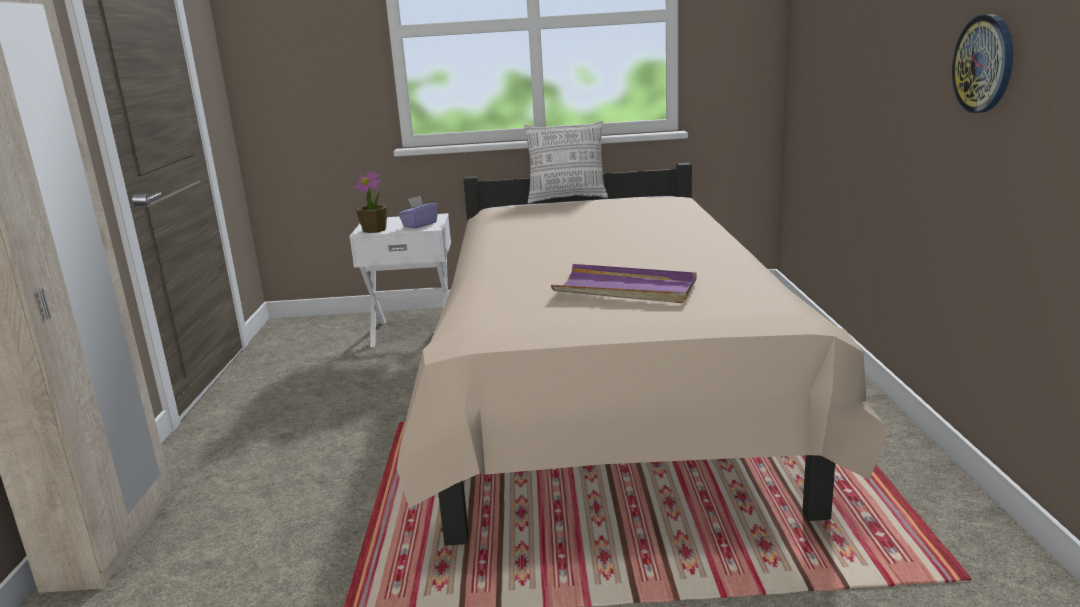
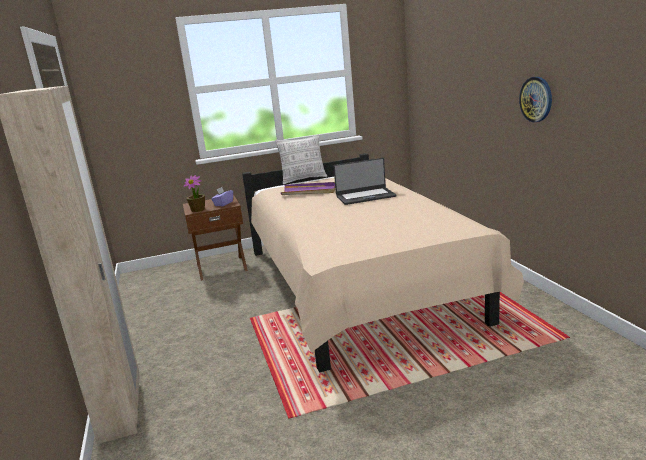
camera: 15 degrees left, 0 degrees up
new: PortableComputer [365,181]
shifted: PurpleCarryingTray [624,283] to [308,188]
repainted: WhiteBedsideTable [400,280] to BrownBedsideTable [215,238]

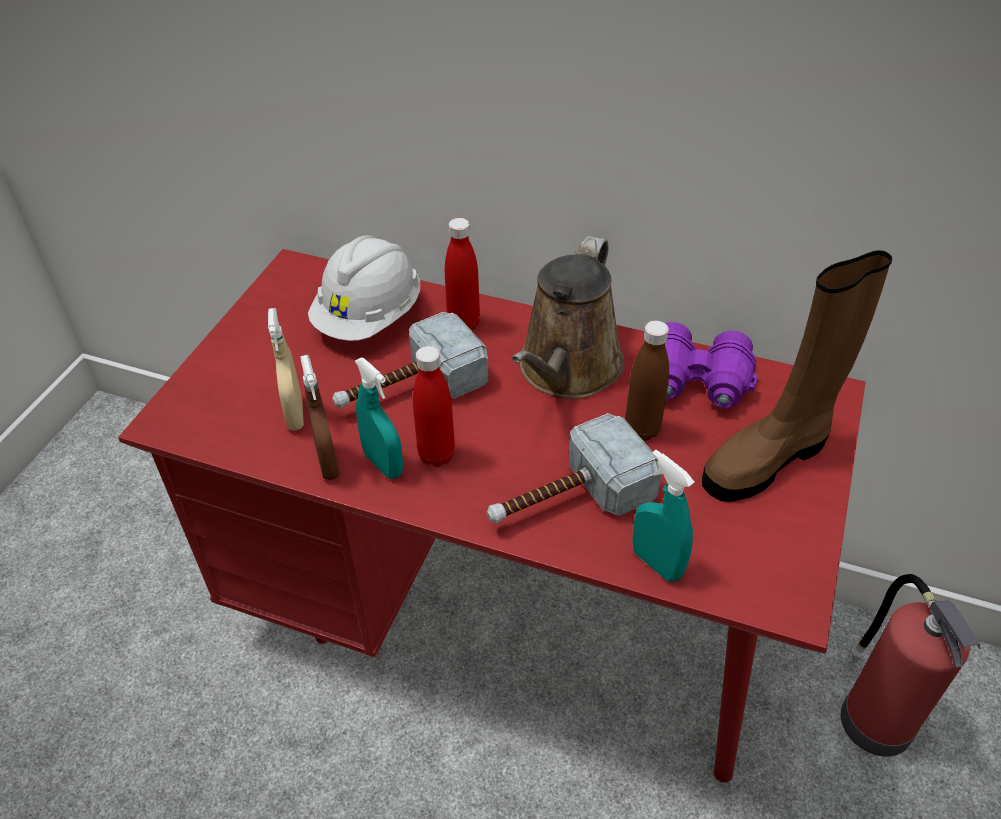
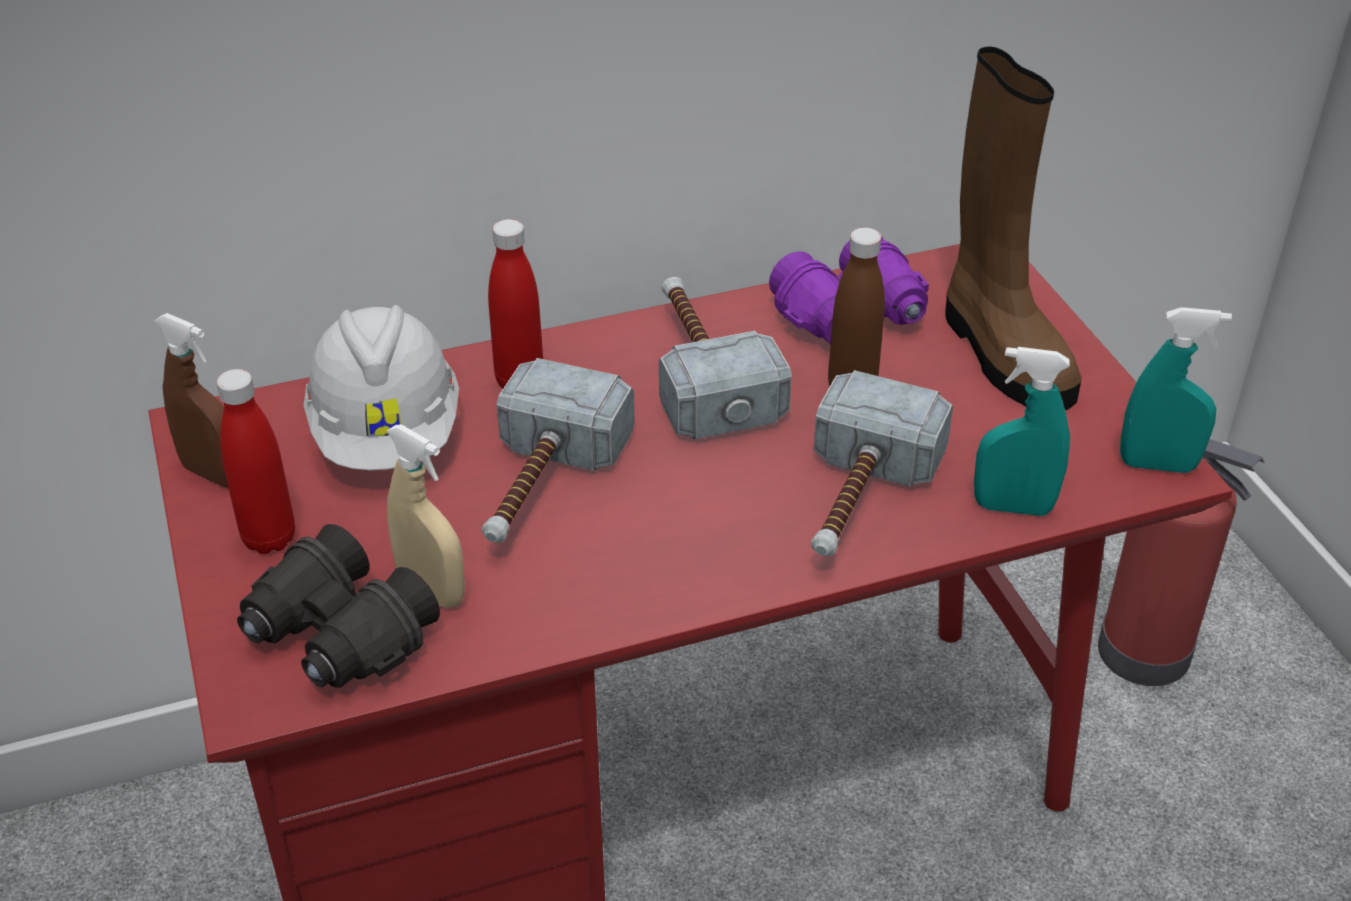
camera: 40 degrees left, 5 degrees down
new: BlackPairOfBinoculars [338,606]
shifted: BrownSprayBottle [320,417] to [191,400]; TurquoiseSprayBottle [379,418] to [1176,390]; RedDrinkBottle [434,406] to [255,461]
swapped: BrownSprinklingCan [568,317] to HandHammer [725,358]
rotated: BrownTallBoot [797,376] = [1013,228] 45 degrees counterclockwise

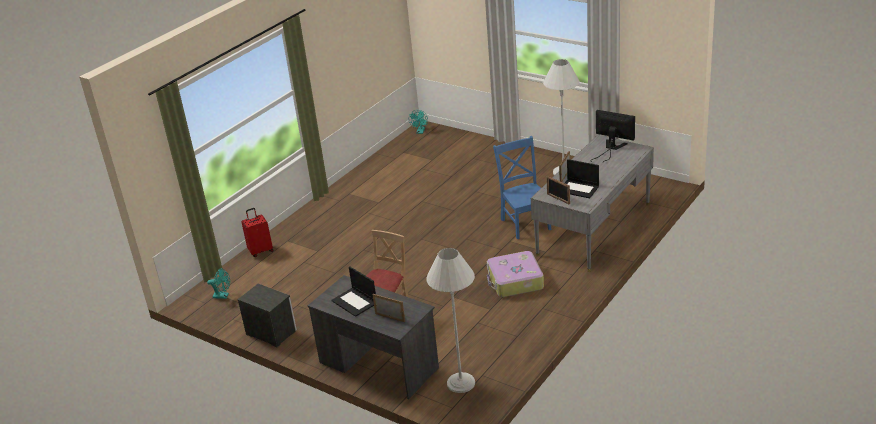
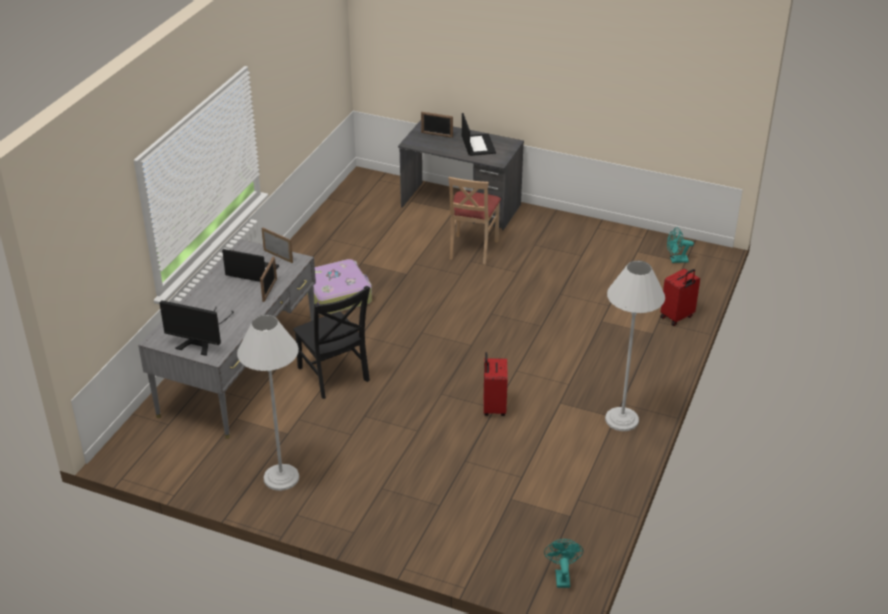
camera: 165 degrees right, 5 degrees up
gone: BedsideTable [267,315]
new: RedSuitcase [496,384]
shifted: WhiteFloorLamp [450,320] to [635,345]
repainted: BlueUprightChair [522,187] to BlackUprightChair [331,342]
rotated: PortableComputer [354,291] = [479,134] 45 degrees clockwise

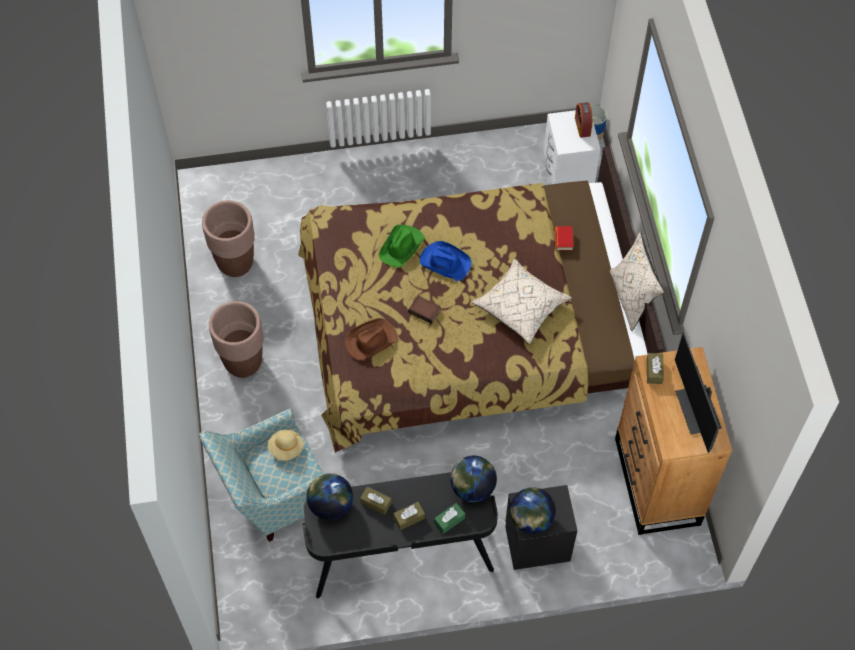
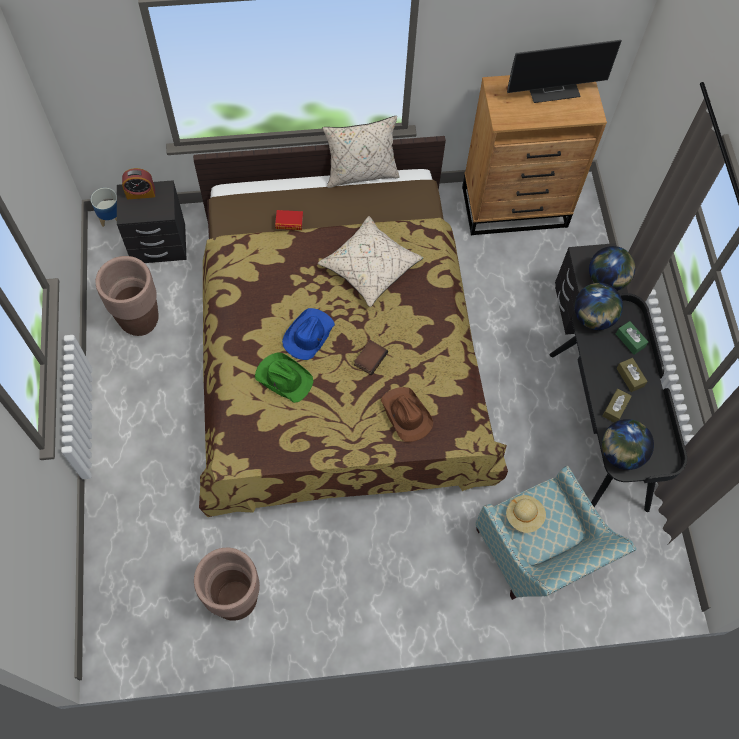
camera: 90 degrees left, 5 degrees up
gone: BrownTissueBox [655,368]
shifted: BrownPlantPot [236,339] to [127,296]
repainted: WhiteBedsideTable [572,147] to BlackBedsideTable [152,221]

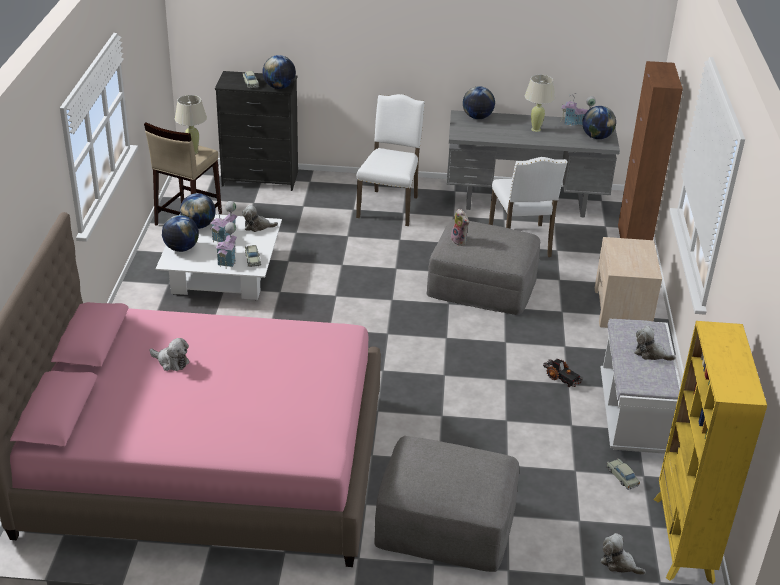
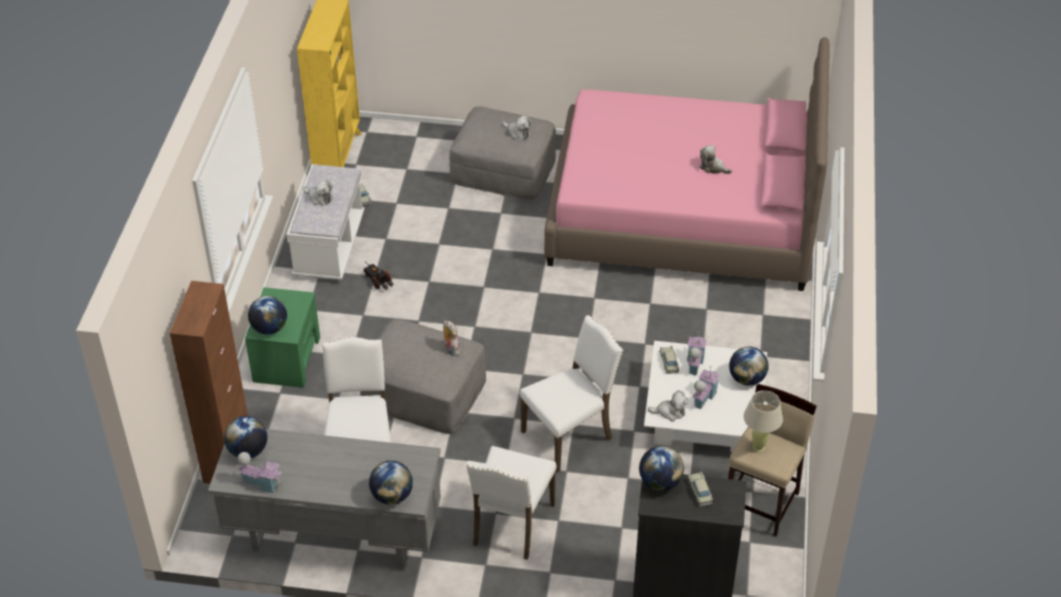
camera: 175 degrees left, 10 degrees up
gone: SandColouredLampForATable [540,103]
new: WhiteUprightChair [571,393]
shifted: DeskGlobe [198,211] to [267,315]; PlushToy [623,554] to [517,127]
repainted: SandColouredBedsideTable [628,282] to GreenColouredBedsideTable [282,337]

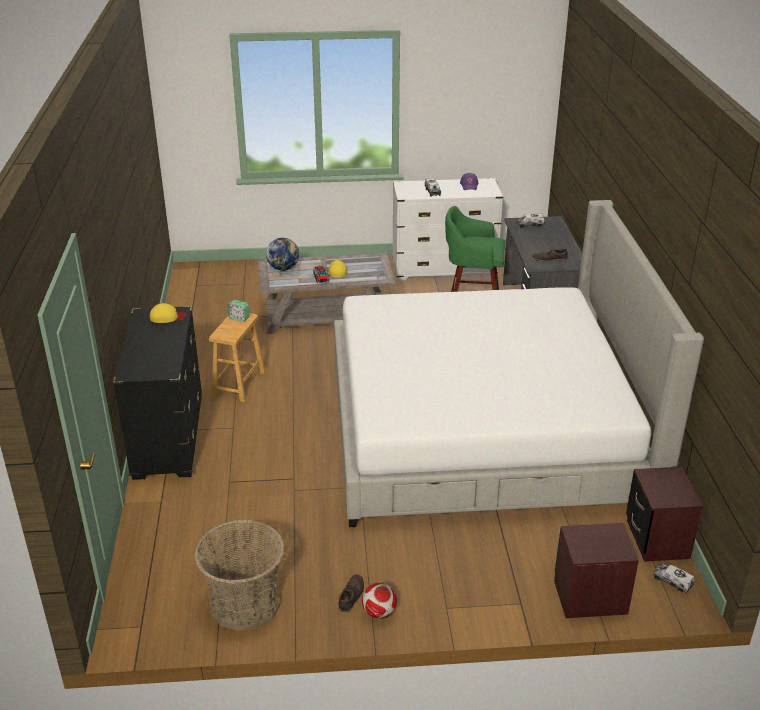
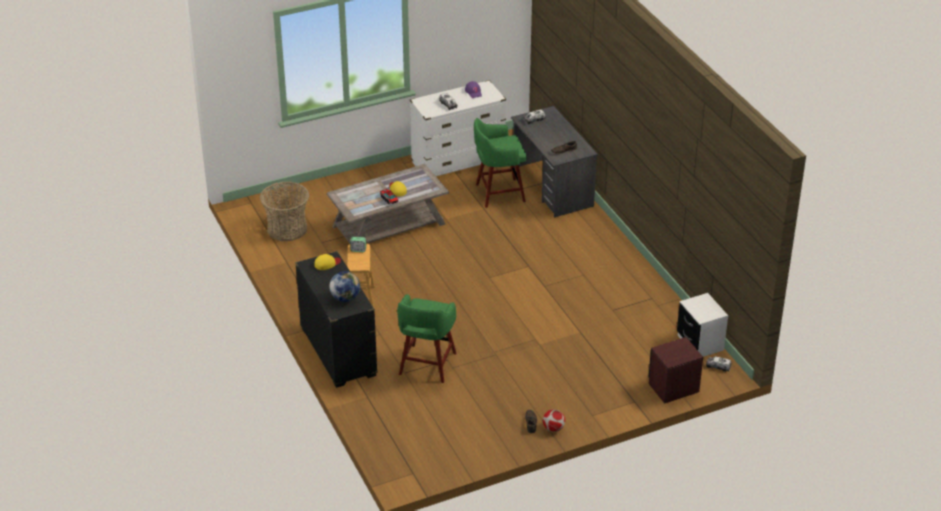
camera: 20 degrees left, 5 degrees up
gone: SleepingBed [519,363]
new: GreenColouredStool [426,338]
shifted: HouseholdBasket [239,575] to [284,211]; DeskGlobe [282,254] to [344,286]
repainted: BrownBedsideTable [664,514] to WhiteBedsideTable [702,325]

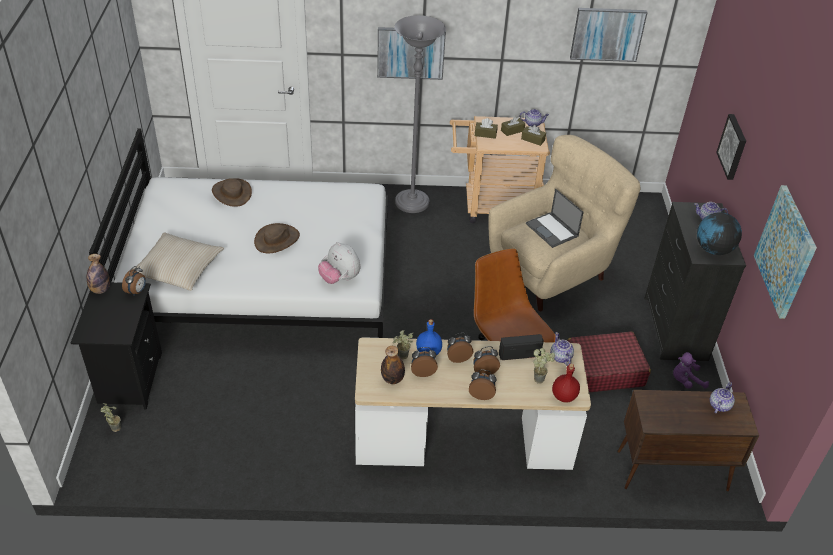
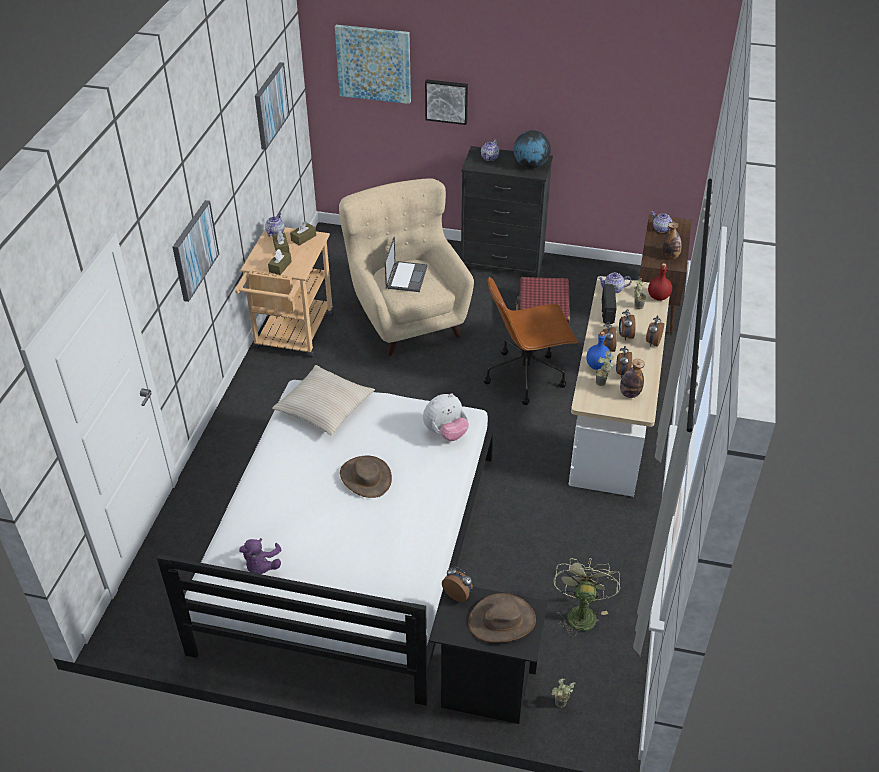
camera: 75 degrees left, 0 degrees up
gone: GrayFloorLamp [420,114]
new: GreenColouredFan [586,597]
shifted: DrinkBottle [98,274] to [672,240]; SandColouredThrowPillow [178,261] to [323,400]; BrownWearableHat [232,192] to [502,618]; PurplePlushToy [691,370] to [260,556]; WallPicture [785,252] to [373,64]
rotated: PortableComputer [555,218] = [406,264] 60 degrees counterclockwise

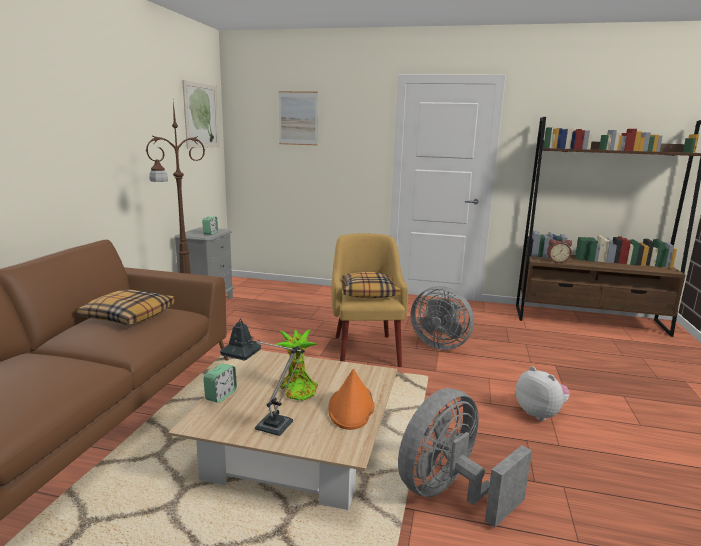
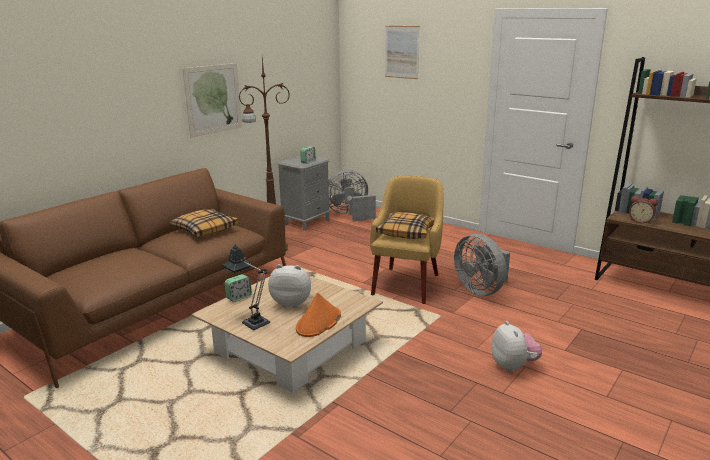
camera: 25 degrees right, 5 degrees up
shifted: WallPicture [200,114] to [212,100]; GrayFan [465,457] to [352,195]
swapped: PottedPlant [297,365] to PlushToy [289,286]

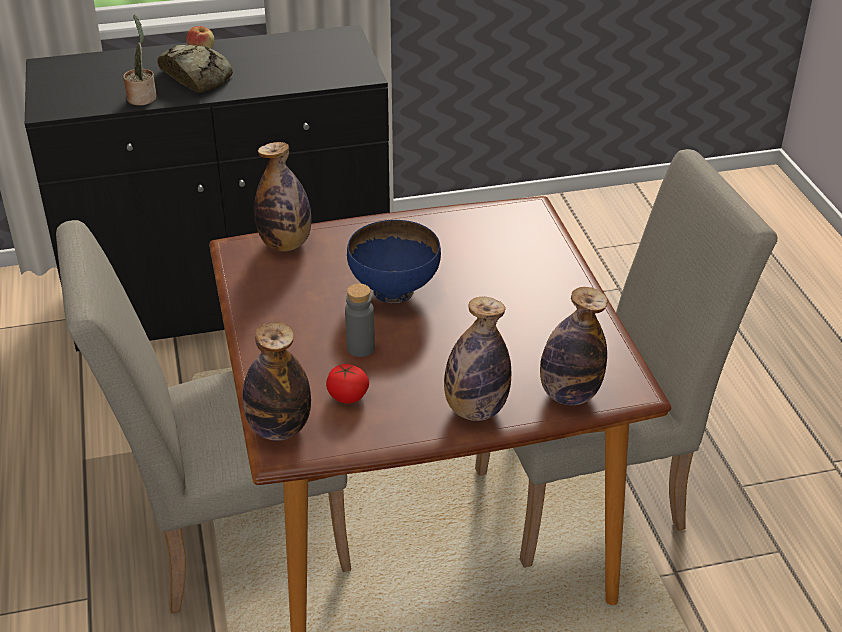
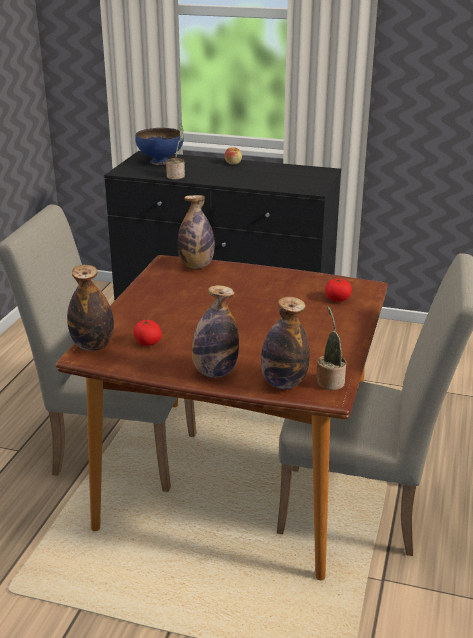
camera: 30 degrees right, 10 degrees down
gone: Bread [195,69]; GrayDrinkBottle [360,320]
new: PottedPlant [331,348]; FreshTomato [338,290]
shifted: BlueBowl [394,261] to [159,146]

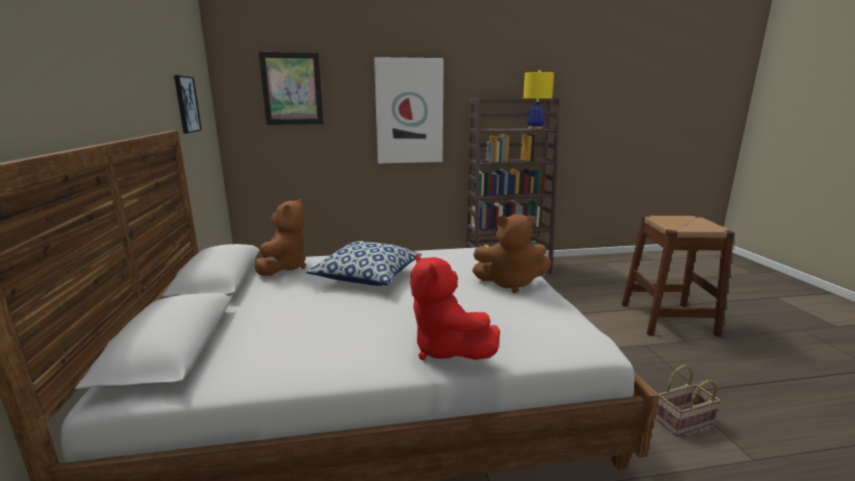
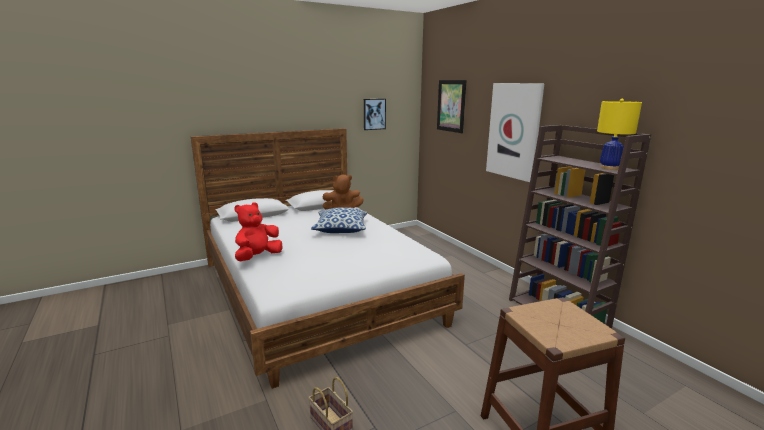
camera: 70 degrees right, 0 degrees up
gone: BrownPlushToy [511,253]

